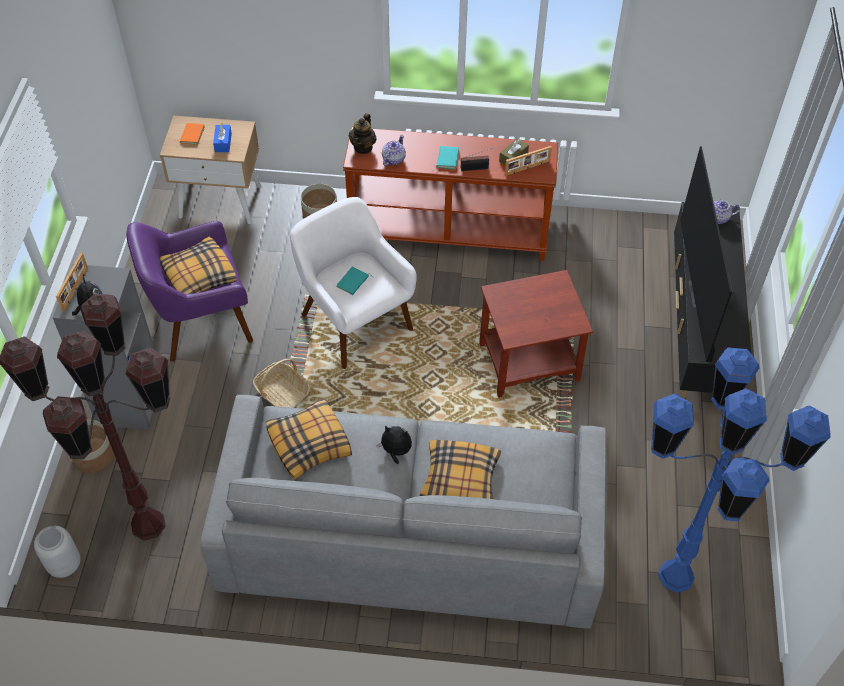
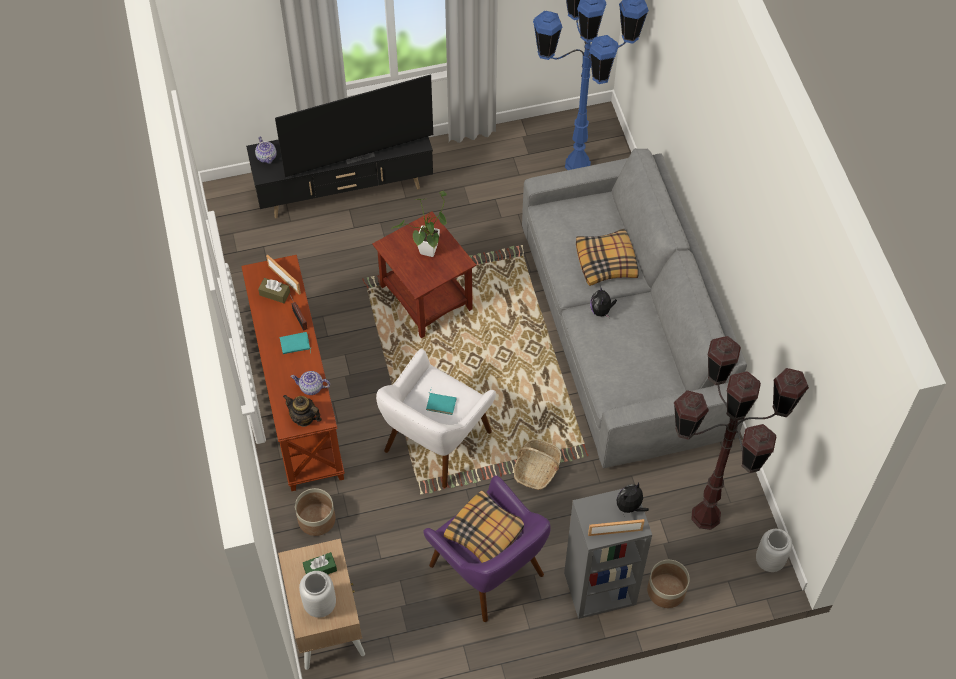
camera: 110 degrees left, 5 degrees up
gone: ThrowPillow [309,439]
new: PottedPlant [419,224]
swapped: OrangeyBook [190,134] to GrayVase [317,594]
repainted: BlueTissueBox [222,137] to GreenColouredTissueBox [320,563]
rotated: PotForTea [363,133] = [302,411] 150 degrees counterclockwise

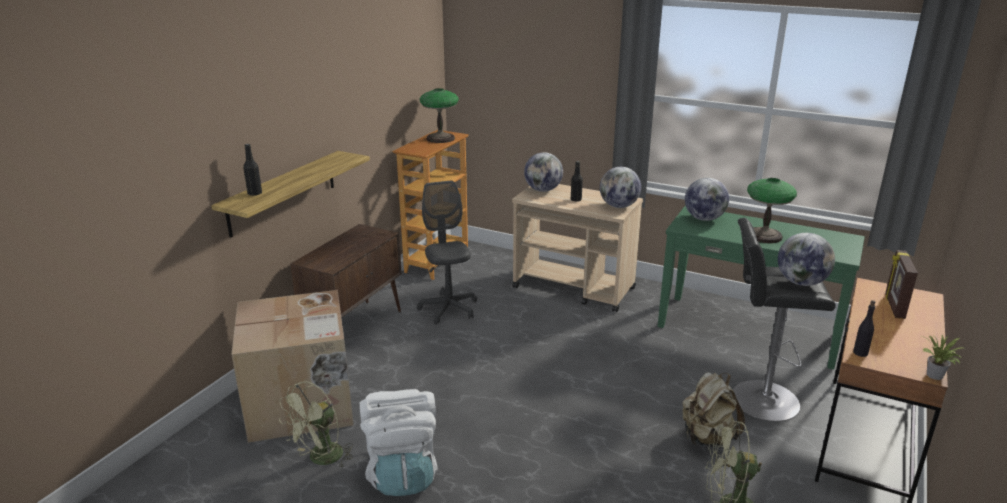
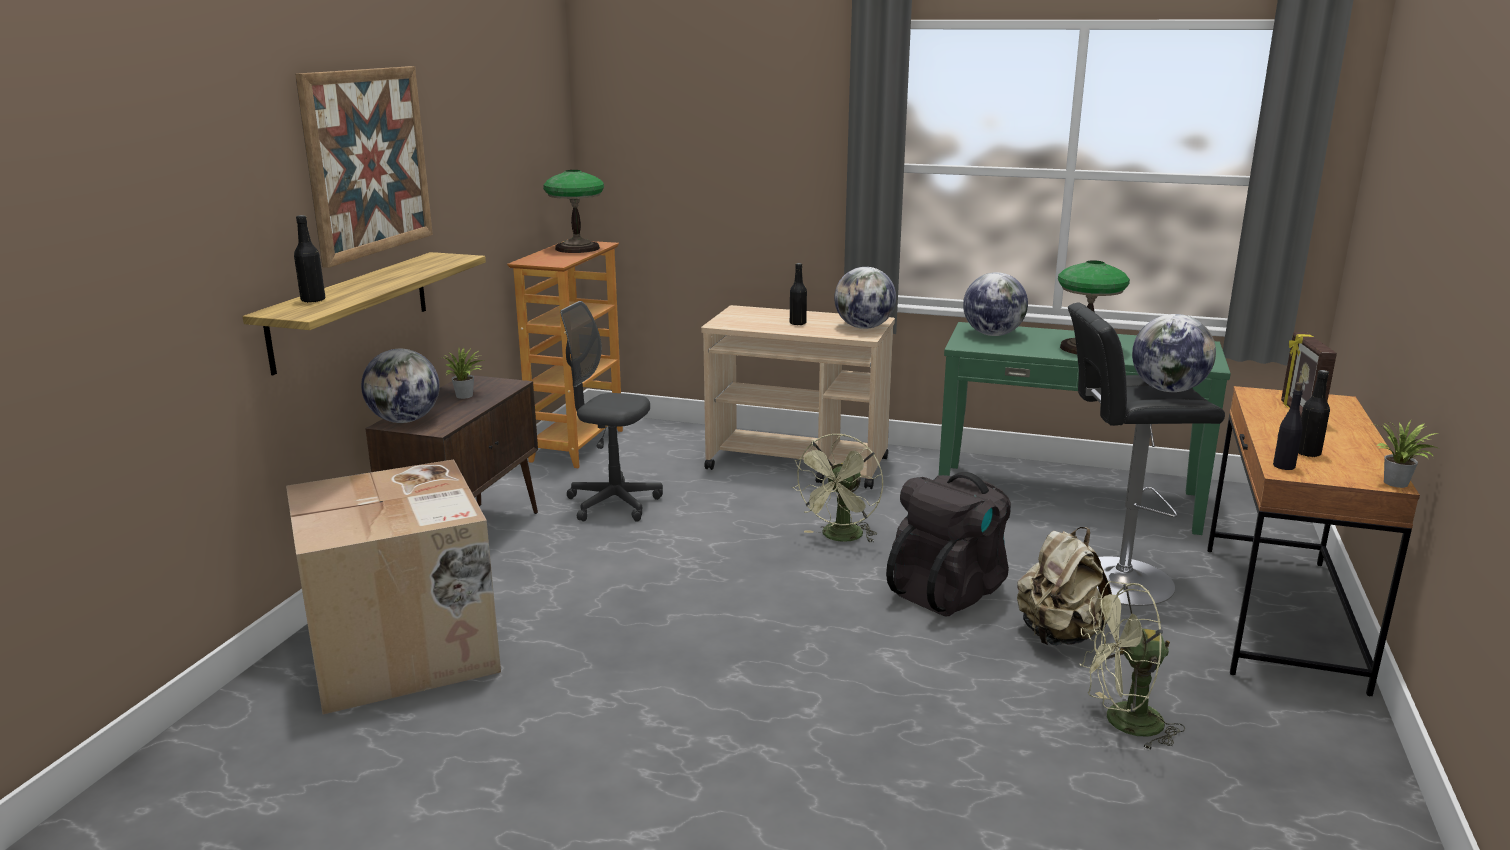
camera: 10 degrees left, 5 degrees down
gone: WhiteRucksack [399,442]
new: WallPicture [364,167]; PottedPlant [464,373]; BlackRucksack [948,544]; BlackDrinkBottle [1314,413]
shifted: GreenColouredFan [316,425] to [837,488]; DeskGlobe [543,172] to [400,386]
rotated: GrayComputerChair [447,252] = [611,411] 45 degrees counterclockwise

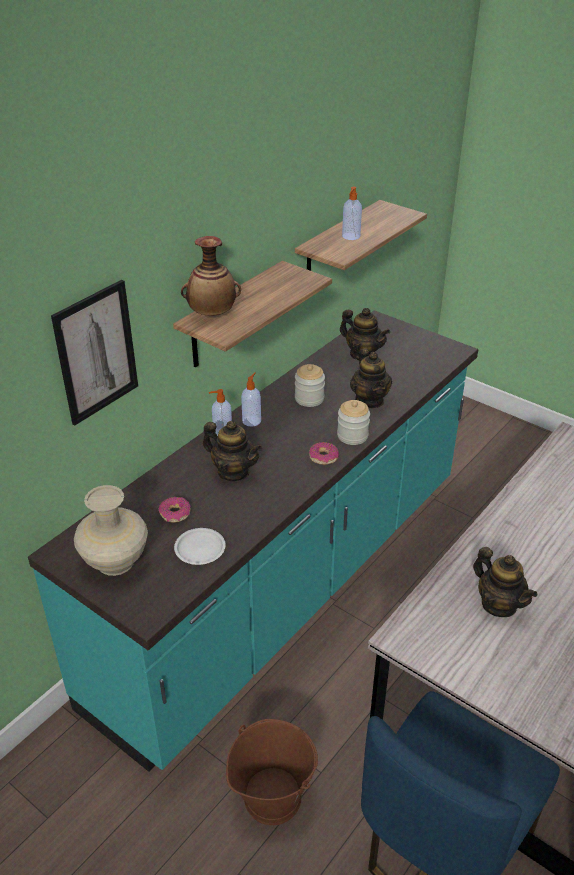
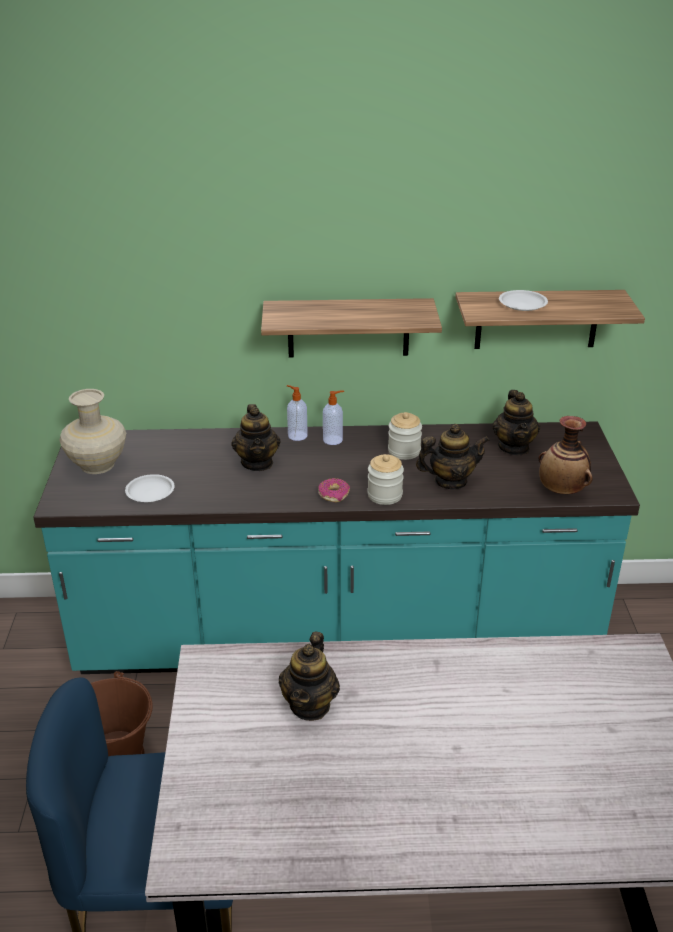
camera: 50 degrees right, 5 degrees down
gone: WallPicture [94,353]; RingDoughnut [175,510]
shifted: Vase [211,276] to [566,455]
swapped: SoapBottle [352,213] to WhitePlate [523,300]
rotated: PotForTea [371,378] = [452,456] 135 degrees counterclockwise

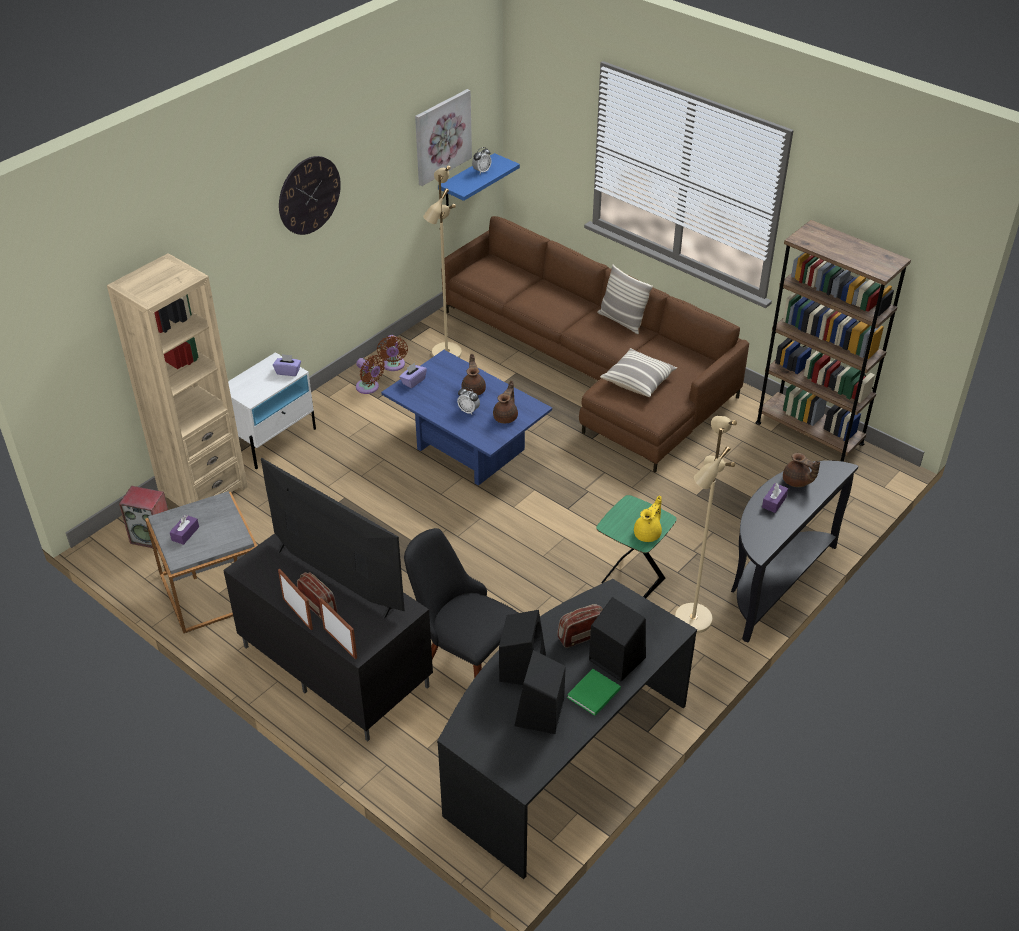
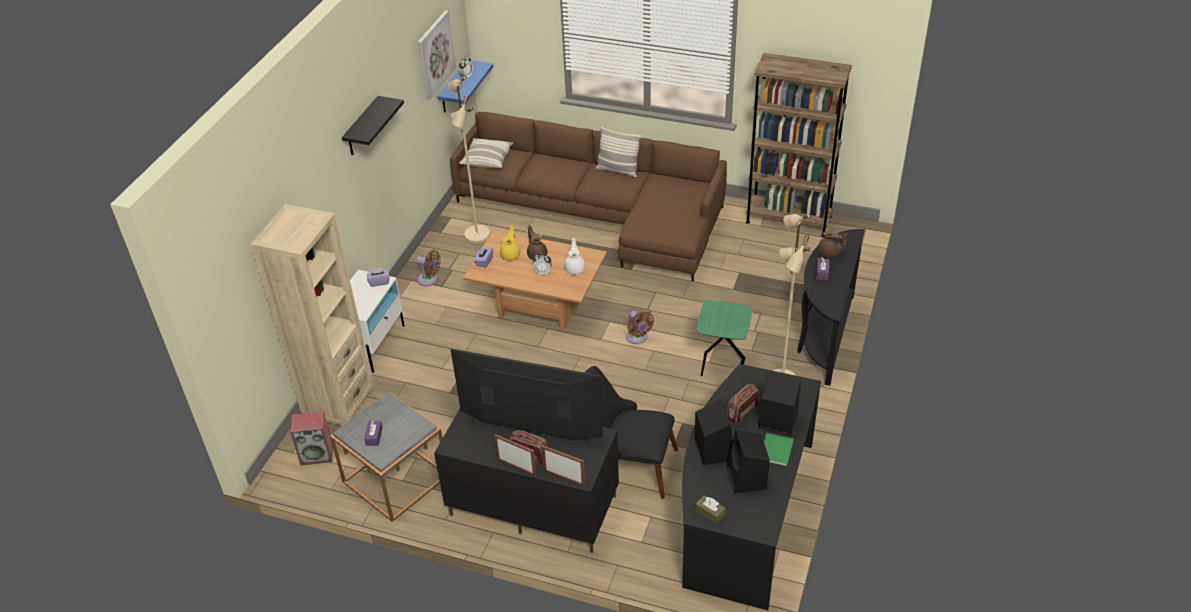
camera: 20 degrees left, 0 degrees up
new: BrownTissueBox [710,509]
shifted: BrownFan [392,353] to [640,327]; ThrowPillow [638,372] to [486,153]; YellowPotForTea [648,518] to [510,243]
swapped: HangingClock [310,195] to BlackBracketShelf [373,126]
repainted: BlueCoffeeTable [466,418] to BrownCoffeeTable [535,280]; BrownPotForTea [505,401] to WhitePotForTea [575,256]

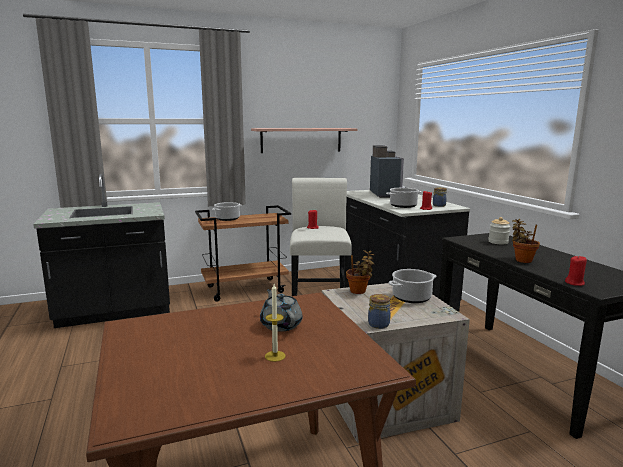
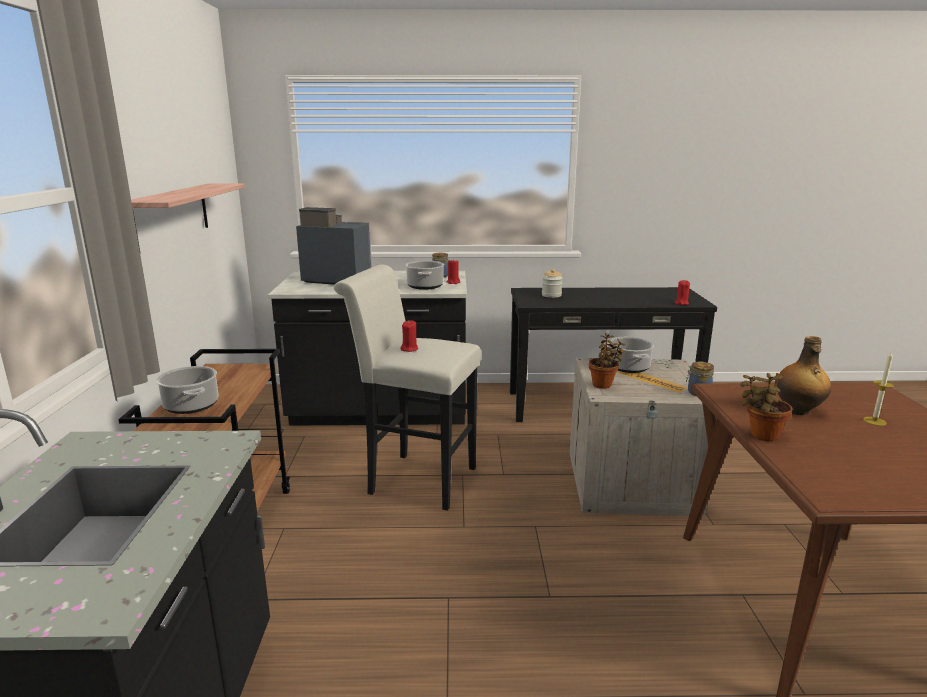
camera: 70 degrees left, 5 degrees up
shifted: PottedPlant [526,241] to [766,407]
swapped: GrayPotForTea [281,310] to DrinkBottle [804,375]

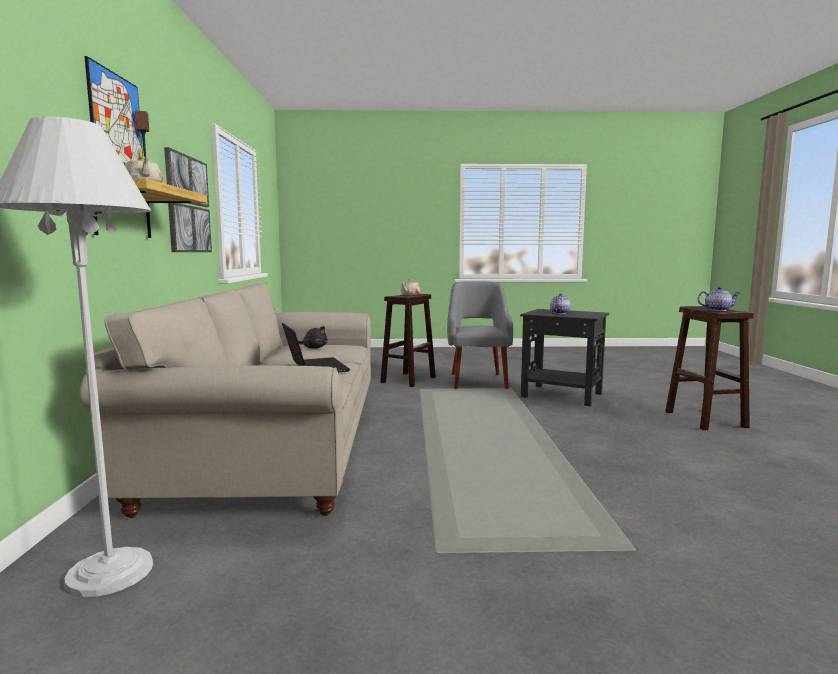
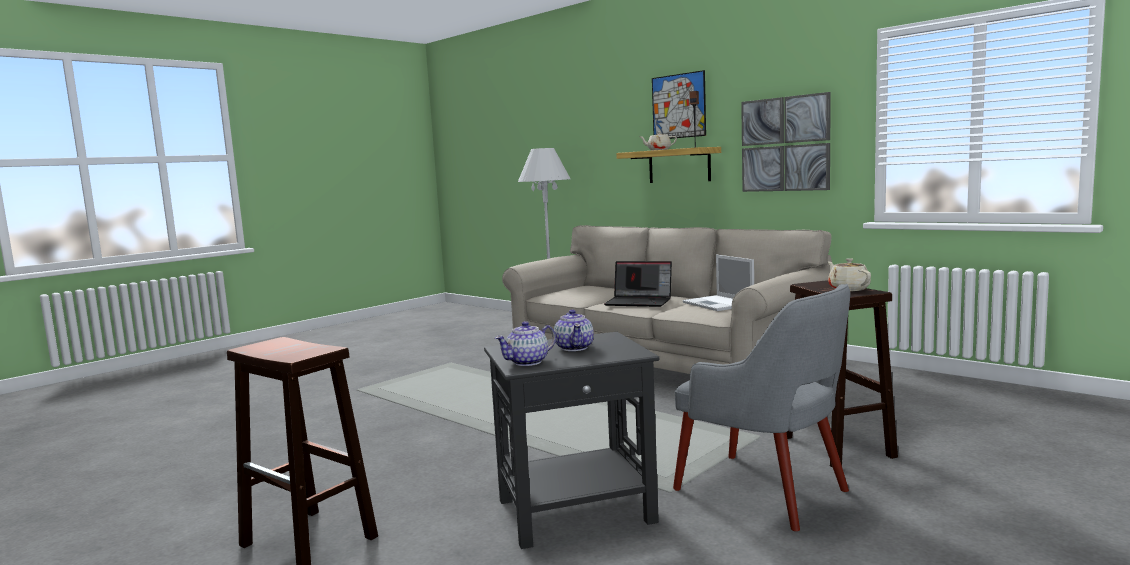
camera: 135 degrees right, 0 degrees up
shifted: PotForTea [718,299] to [525,343]
swapped: BlackPlushToy [313,337] to PortableComputer [718,282]

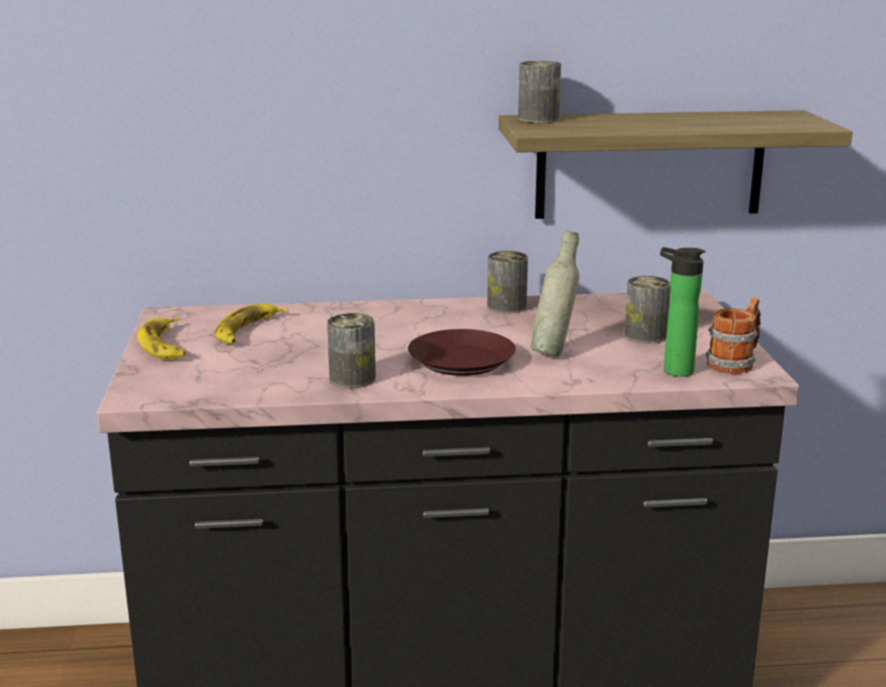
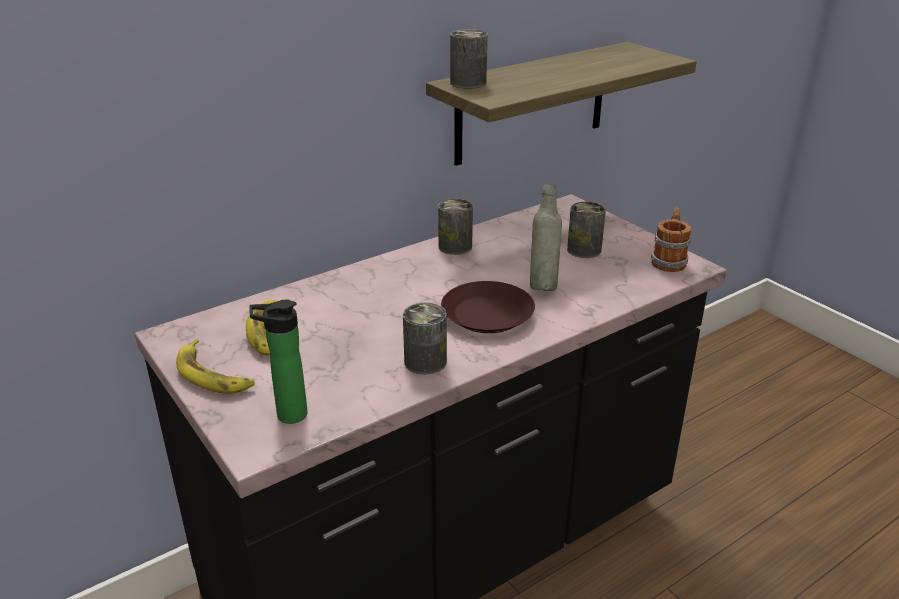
camera: 30 degrees left, 10 degrees up
shifted: DrinkBottle [682,312] to [278,362]

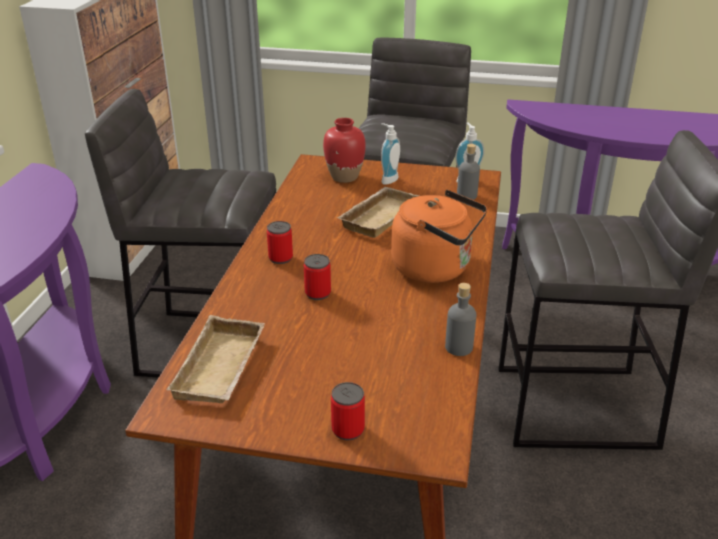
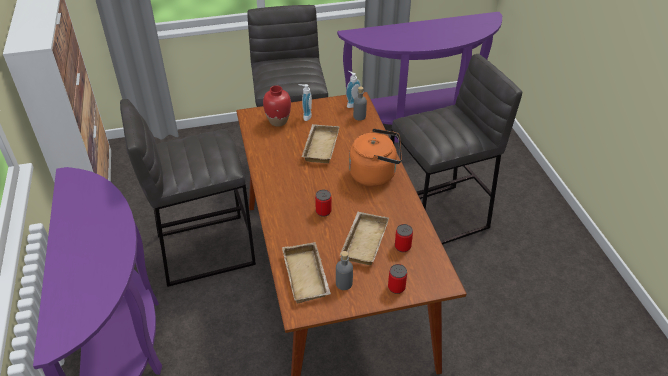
camera: 25 degrees left, 10 degrees up
new: SandColouredCarryingTray [364,238]
shifted: MetalCan [280,242] to [404,238]; GrayDrinkBottle [460,319] to [344,270]

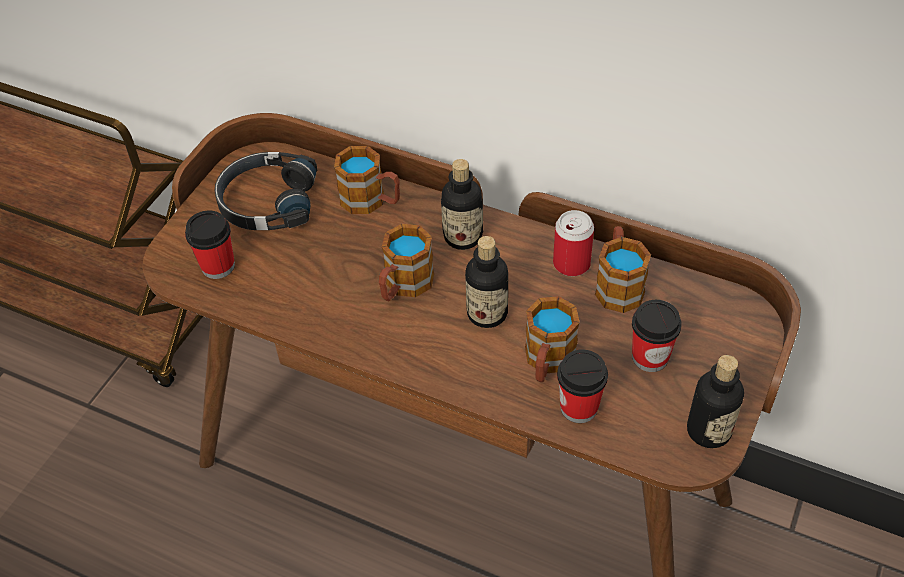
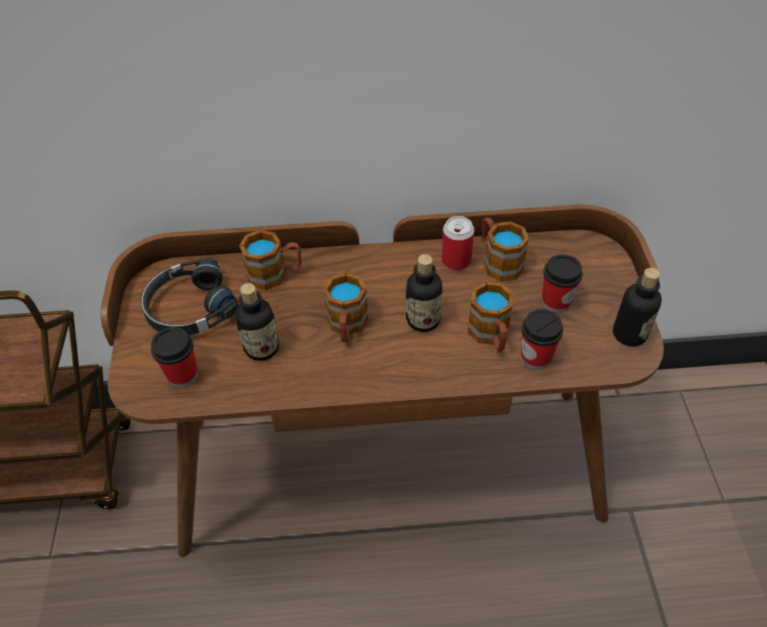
camera: 30 degrees left, 0 degrees up
shifted: DrinkBottle [462,204] to [257,322]

